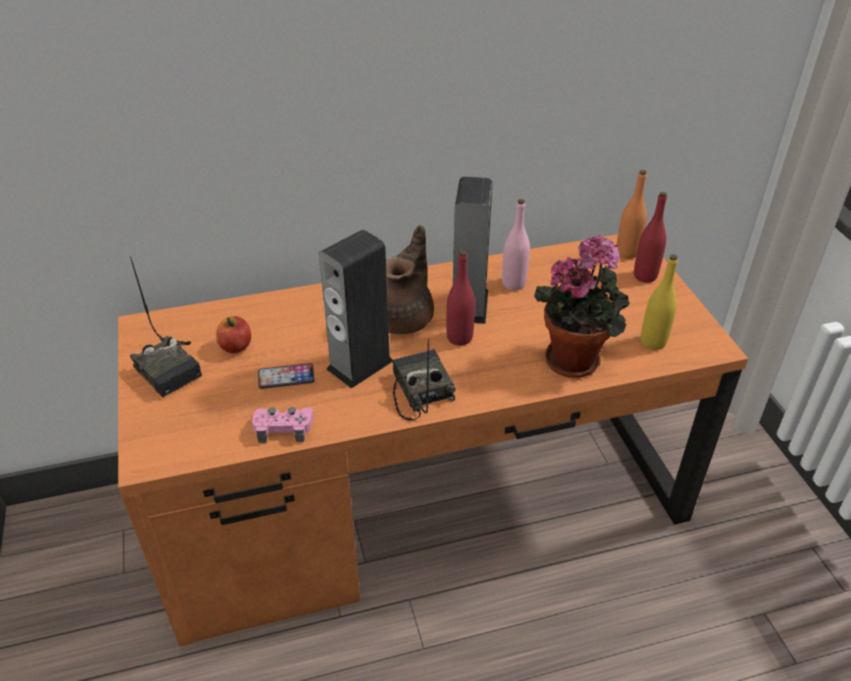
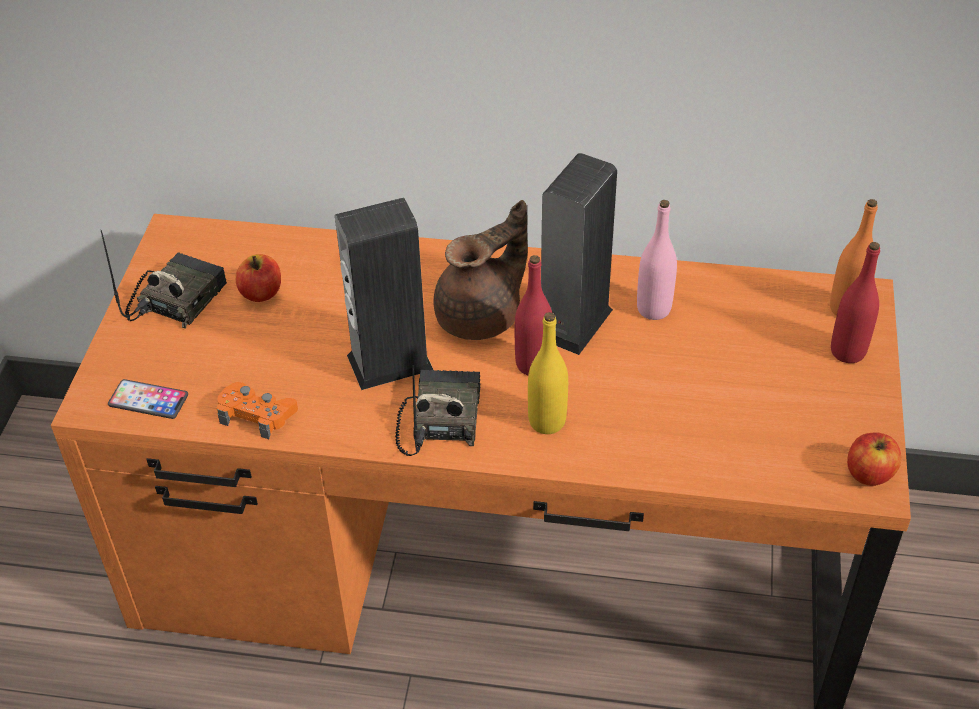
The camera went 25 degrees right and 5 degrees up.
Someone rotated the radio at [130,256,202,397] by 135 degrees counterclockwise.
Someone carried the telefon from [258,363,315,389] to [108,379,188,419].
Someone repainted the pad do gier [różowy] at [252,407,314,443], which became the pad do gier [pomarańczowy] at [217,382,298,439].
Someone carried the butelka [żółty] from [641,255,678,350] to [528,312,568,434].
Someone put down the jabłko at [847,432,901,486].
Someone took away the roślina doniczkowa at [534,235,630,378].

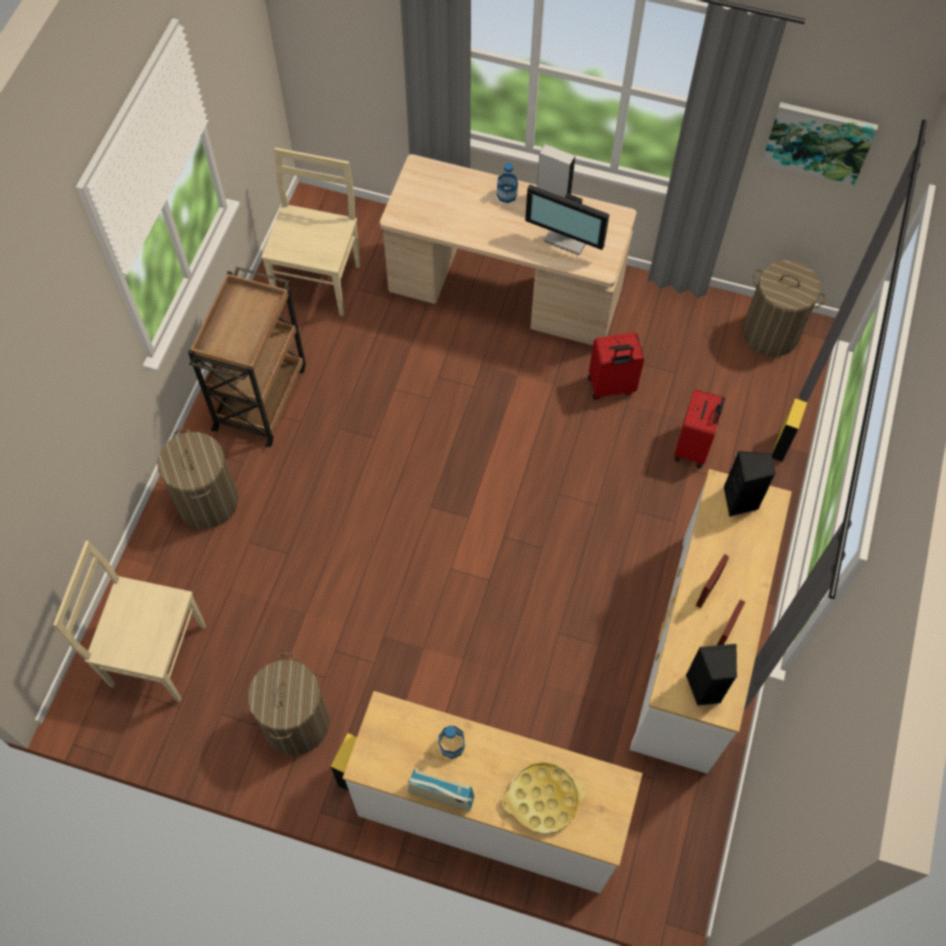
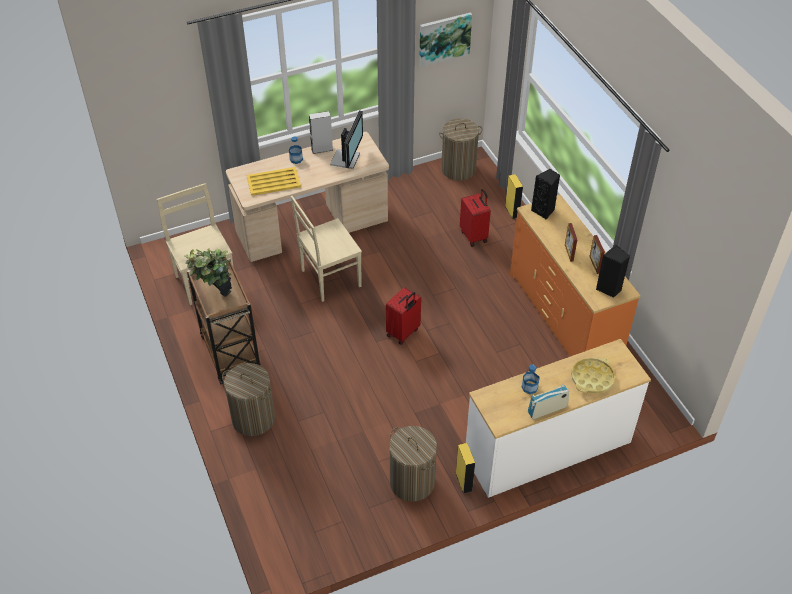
The camera went 40 degrees left and 15 degrees down.
Someone put down the roślina doniczkowa at [184,248,232,297].
Someone put down the taca [żółty] at [246,167,301,196].
Someone carried the krzesło [beżowy] from [53,541,206,702] to [291,196,362,302].
Someone rotated the monitor at [525,185,609,255] by 60 degrees counterclockwise.
Someone carried the walizka [czerwony] from [588,332,644,400] to [386,287,421,345].
Someone repainted the komoda [biały] at [630,469,792,773], which became the komoda [pomarańczowy] at [510,195,640,357].

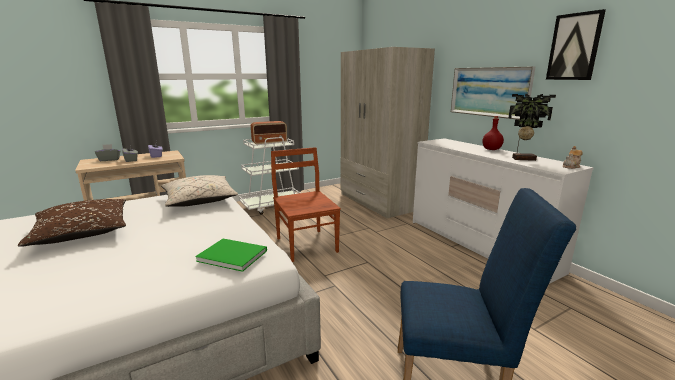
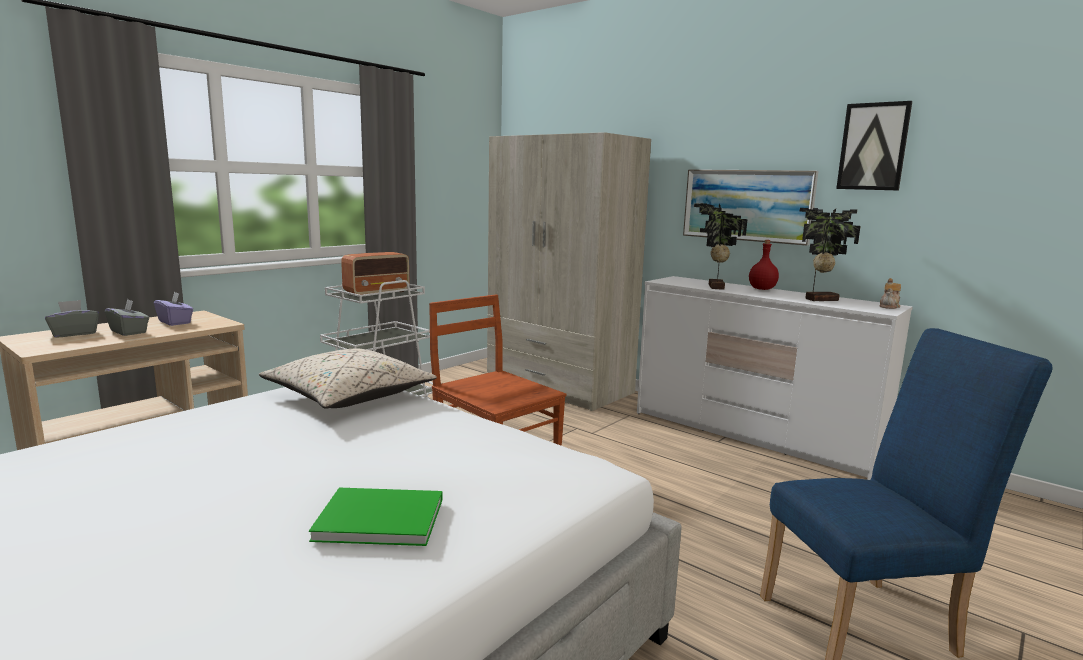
The camera went 20 degrees left and 5 degrees down.
Someone carried the książka [zielony] from [195,239,267,272] to [309,488,443,546].
Someone put down the roślina doniczkowa at [694,203,747,290].
Someone took away the poduszka [brązowy] at [18,199,126,247].

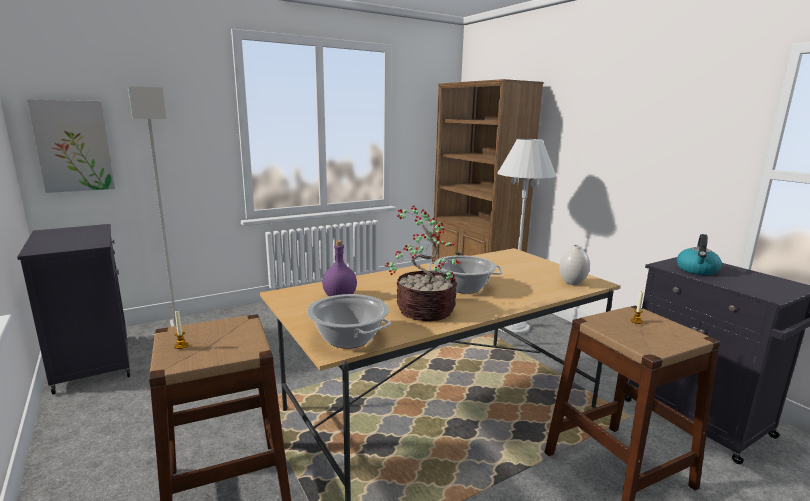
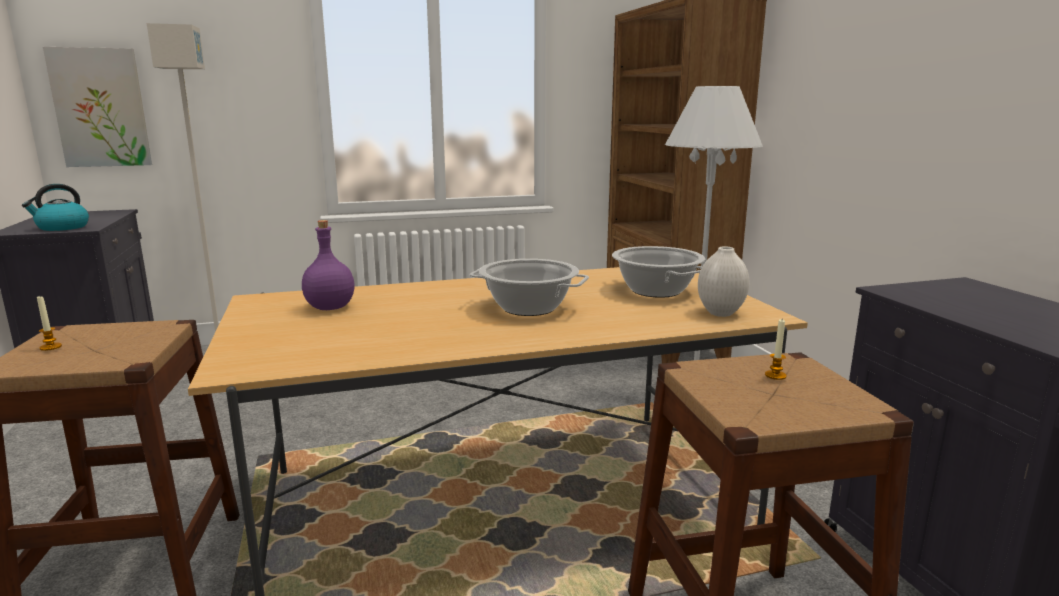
The camera went 15 degrees right and 0 degrees up.
Someone carried the czajnik from [677,234,722,275] to [22,184,89,231].
Someone carried the garnek from [307,294,391,349] to [612,246,705,298].
Someone took away the roślina doniczkowa at [384,205,460,321].

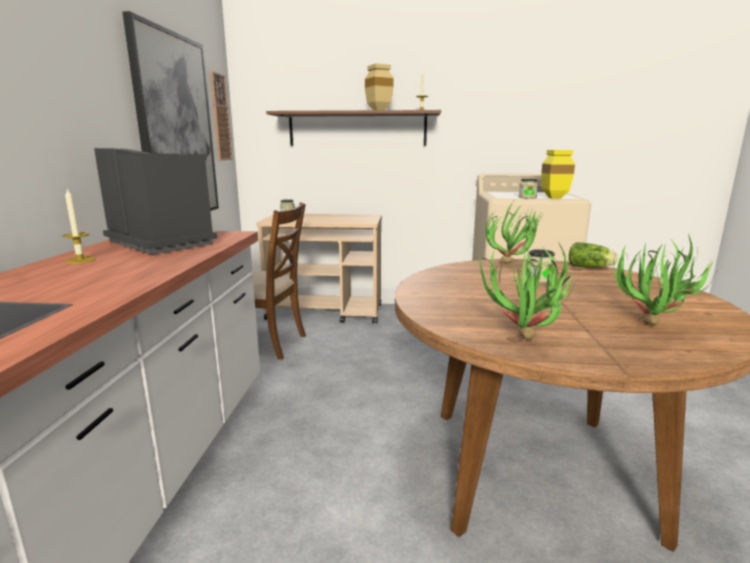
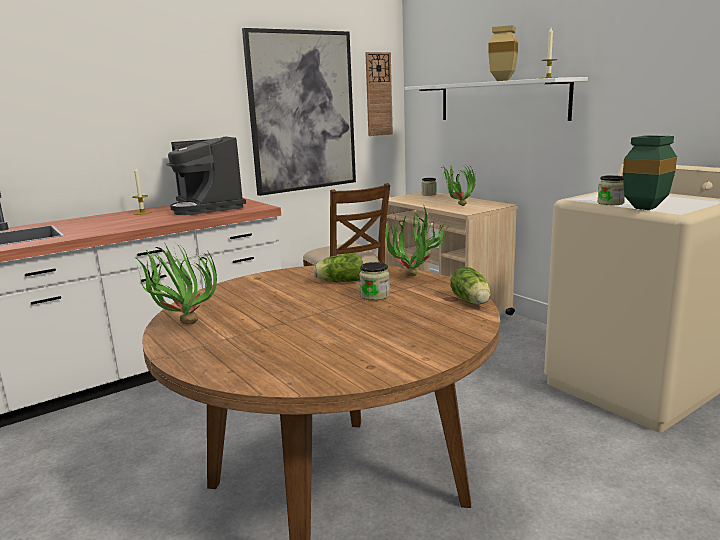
The camera went 50 degrees right and 0 degrees up.
Someone rotated the ekspres do kawy at [94,148,217,255] by 150 degrees clockwise.
Someone put down the sałata at [313,253,363,282].
Someone repainted the półka [brązowy] at [266,110,441,146], which became the półka [biały] at [405,77,588,121].
Someone carried the roślina doniczkowa from [613,236,716,325] to [441,163,476,206].
Someone repainted the wazon [żółty] at [541,150,575,199], which became the wazon [zielony] at [623,135,677,210].

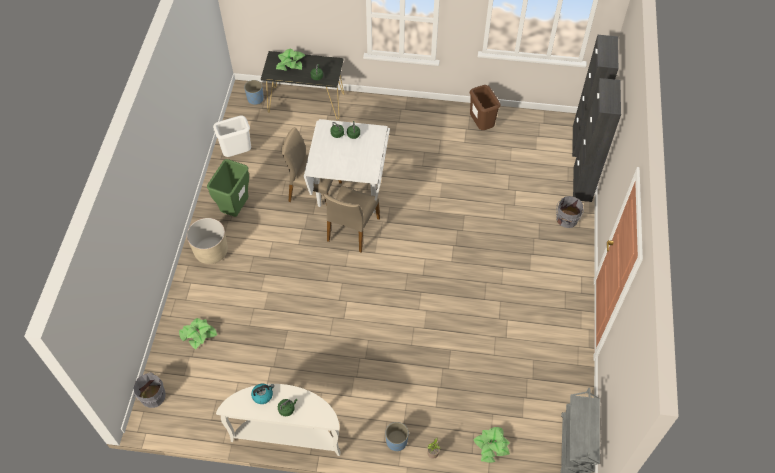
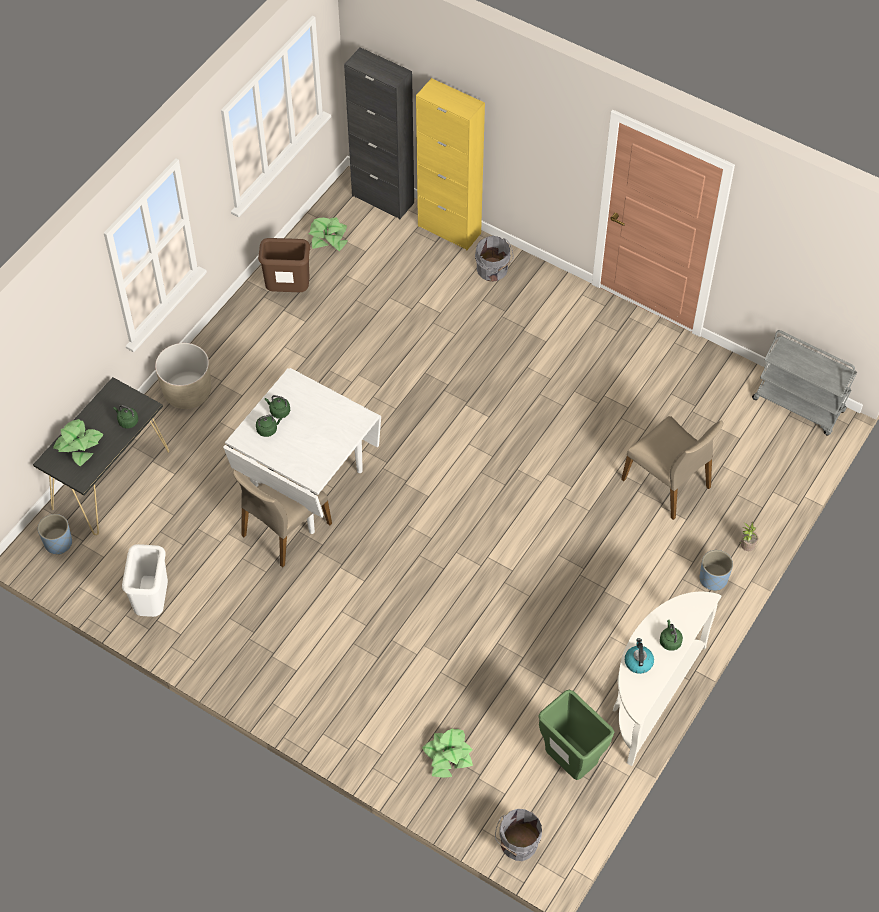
The camera went 65 degrees left and 0 degrees up.
Someone carried the donica [beżowy] from [187,218,228,264] to [155,343,211,409].
Someone carried the roślina doniczkowa from [474,427,510,463] to [309,217,348,251].
Someone repainted the szafka [czarny] at [573,78,621,202], which became the szafka [żółty] at [416,78,485,250].
Someone carried the kosz na śmieci [zielony] from [207,159,249,217] to [538,690,614,780].
Someone carried the krzesło [beżowy] from [324,186,380,252] to [621,416,723,520].

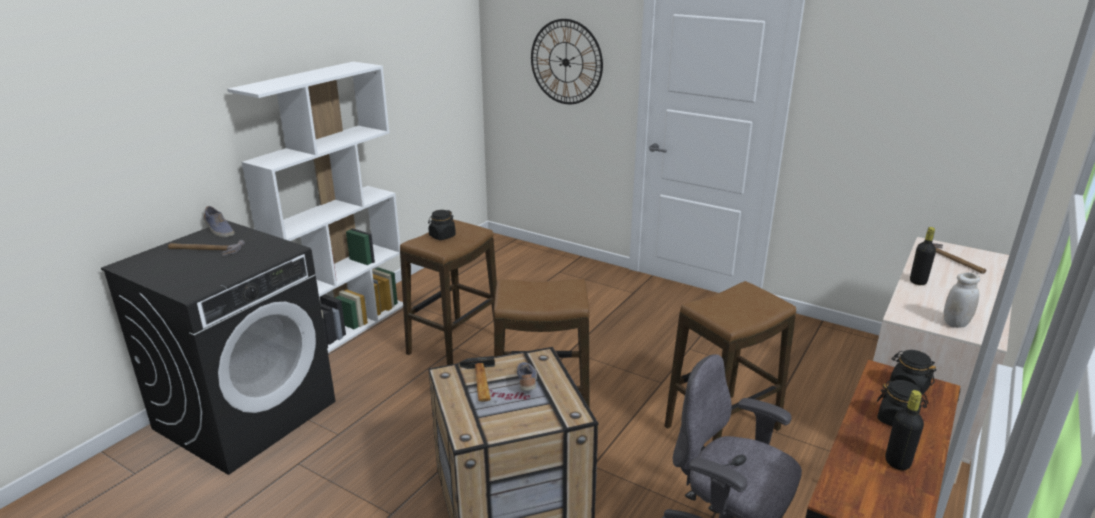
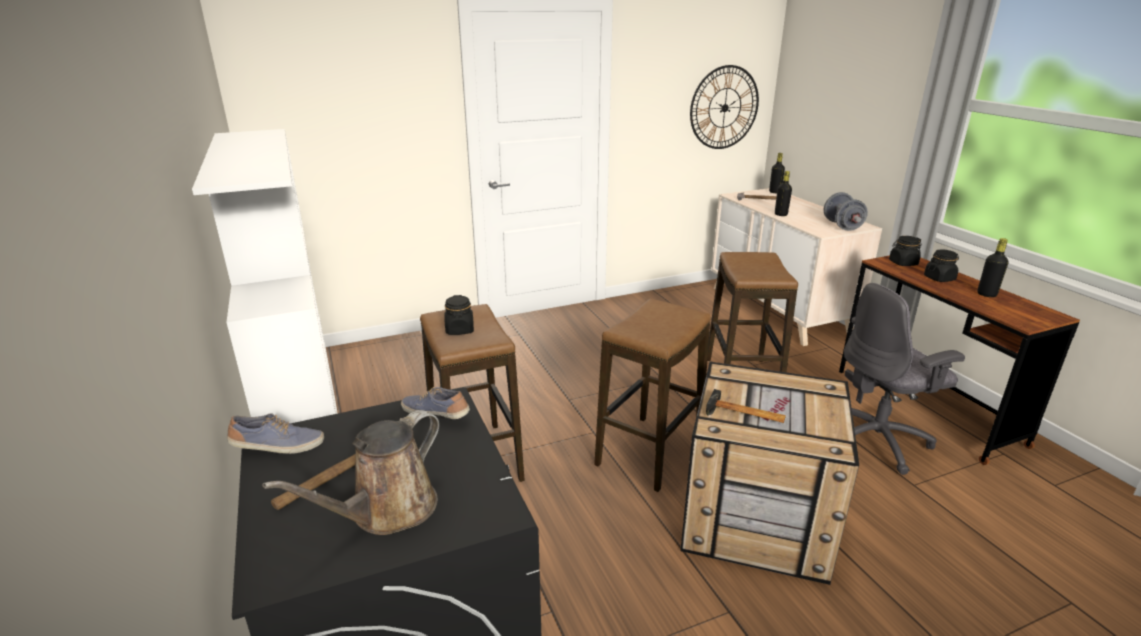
The camera went 55 degrees left and 0 degrees up.
Someone put down the konewka [brązowy] at [262,410,439,535].
Someone carried the but from [517,362,537,391] to [401,387,470,419].
Someone carried the zegar ścienny from [531,19,603,104] to [690,65,759,149].
Someone put down the butelka [czarny] at [769,153,785,193].
Someone swapped the słoik [biały] at [944,272,980,328] for the hantel [szary] at [824,192,868,231].

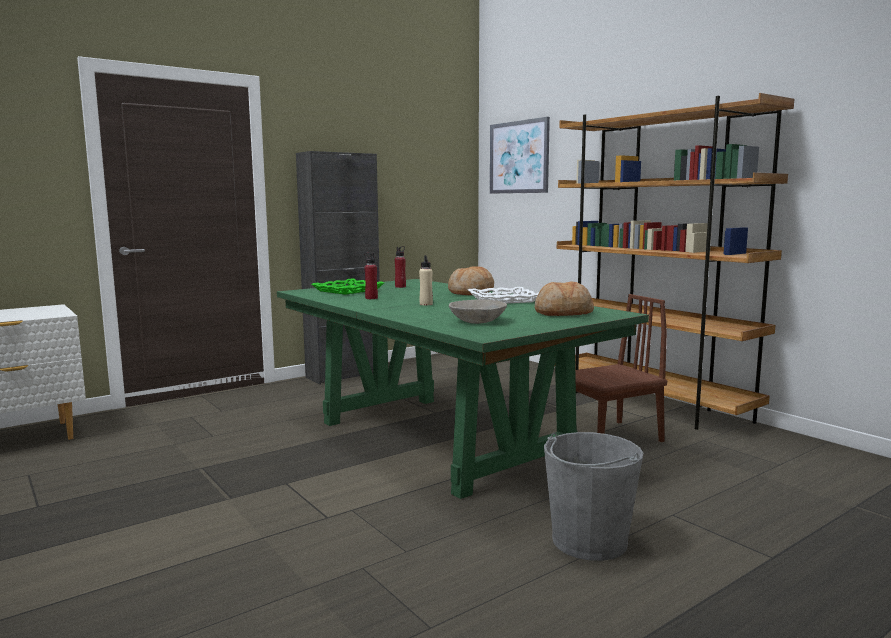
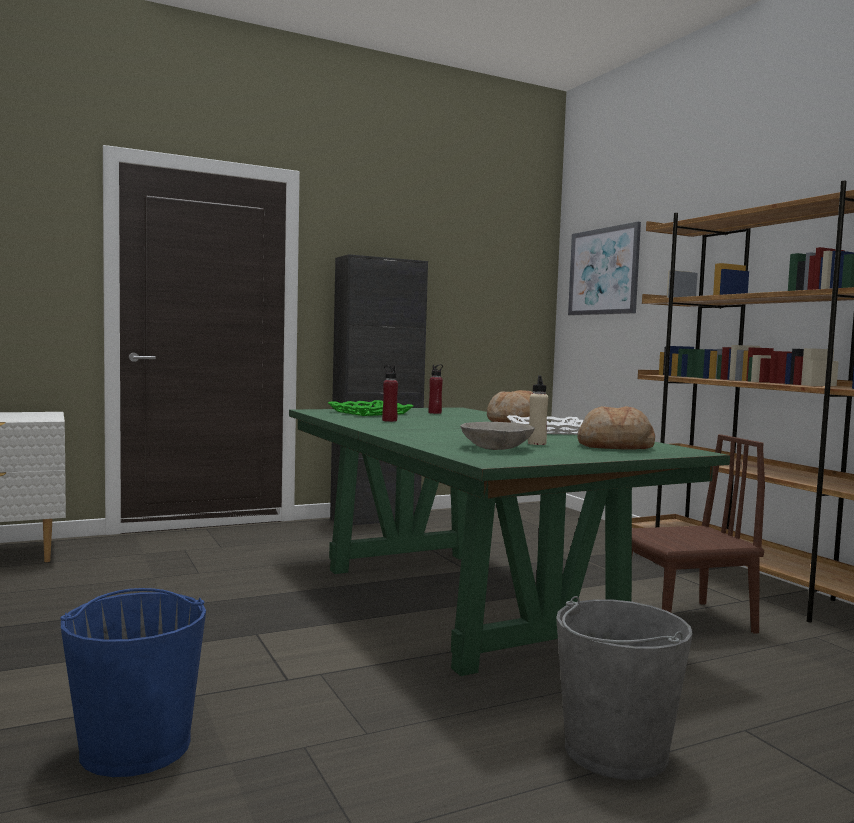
The camera went 10 degrees right and 5 degrees down.
Someone put down the wiadro [niebieski] at [60,588,206,777].
Someone carried the butelka [beżowy] from [419,255,433,305] to [528,375,548,445].

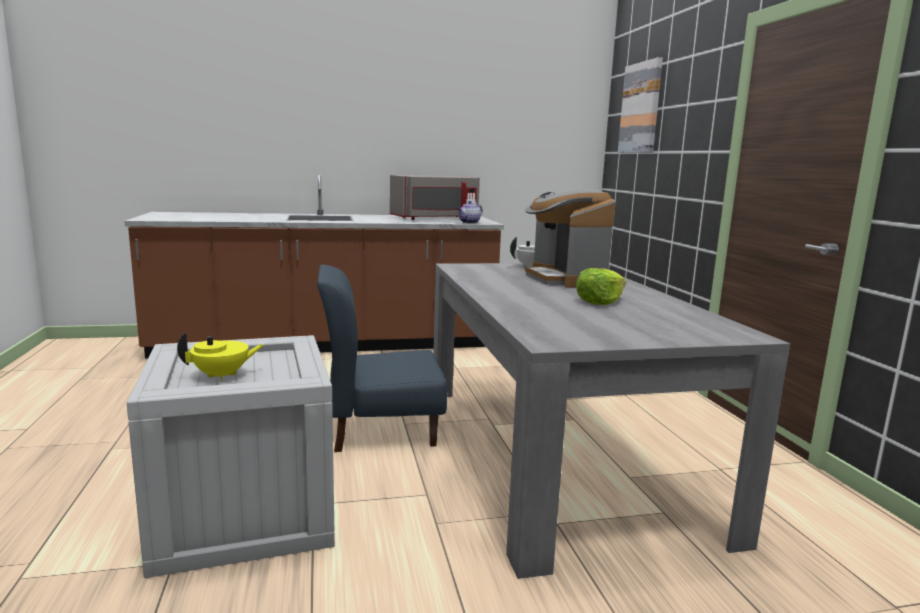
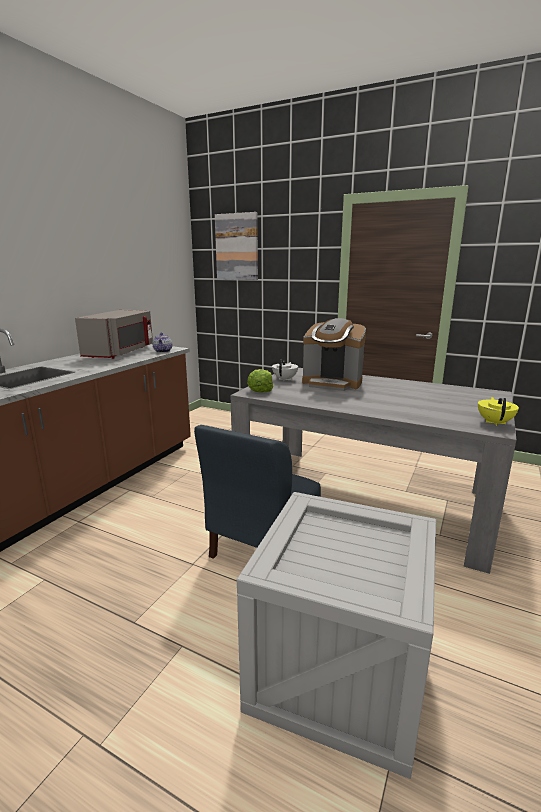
The camera went 50 degrees left and 5 degrees up.
Someone carried the sałata from [576,268,626,305] to [247,369,273,393].
Someone carried the imbryk [żółty] from [177,332,264,381] to [478,397,519,426].

